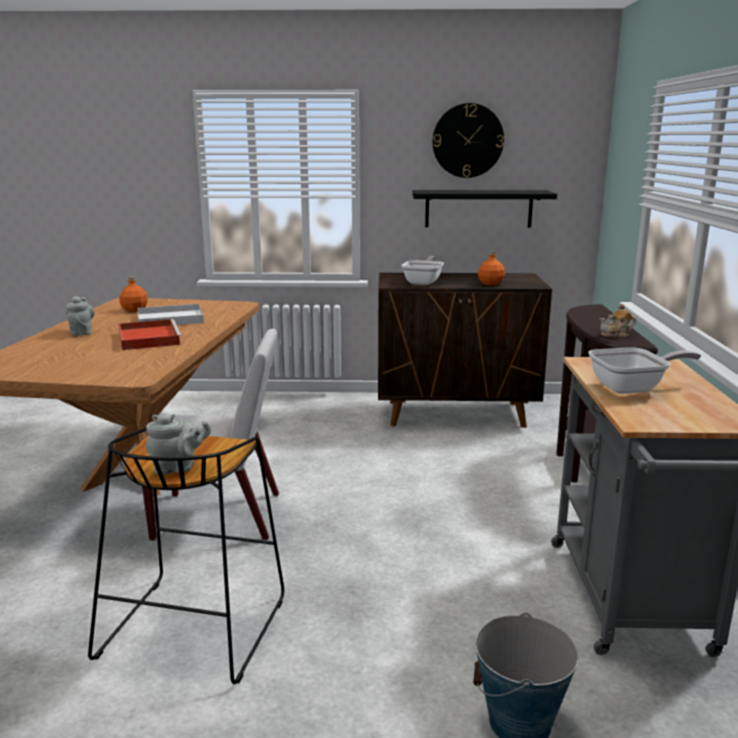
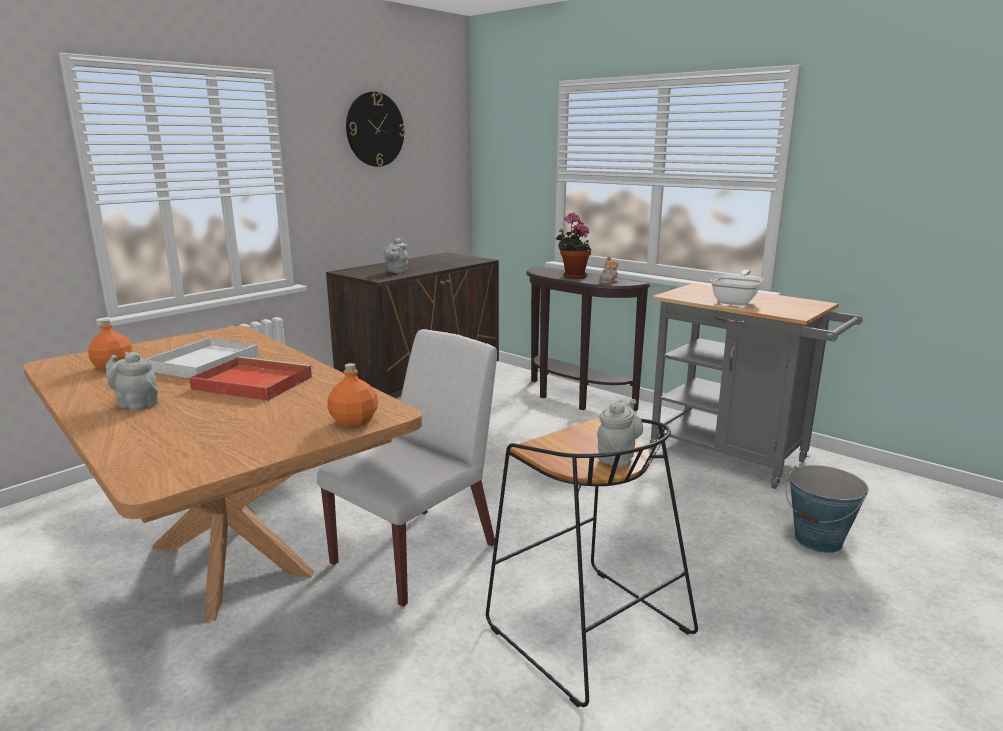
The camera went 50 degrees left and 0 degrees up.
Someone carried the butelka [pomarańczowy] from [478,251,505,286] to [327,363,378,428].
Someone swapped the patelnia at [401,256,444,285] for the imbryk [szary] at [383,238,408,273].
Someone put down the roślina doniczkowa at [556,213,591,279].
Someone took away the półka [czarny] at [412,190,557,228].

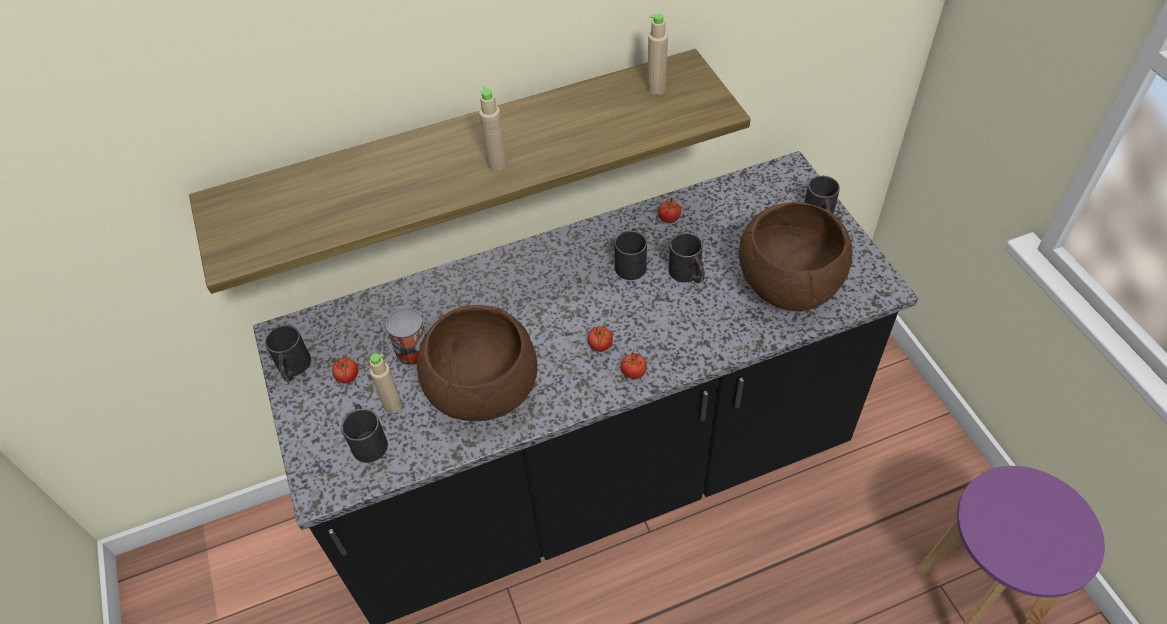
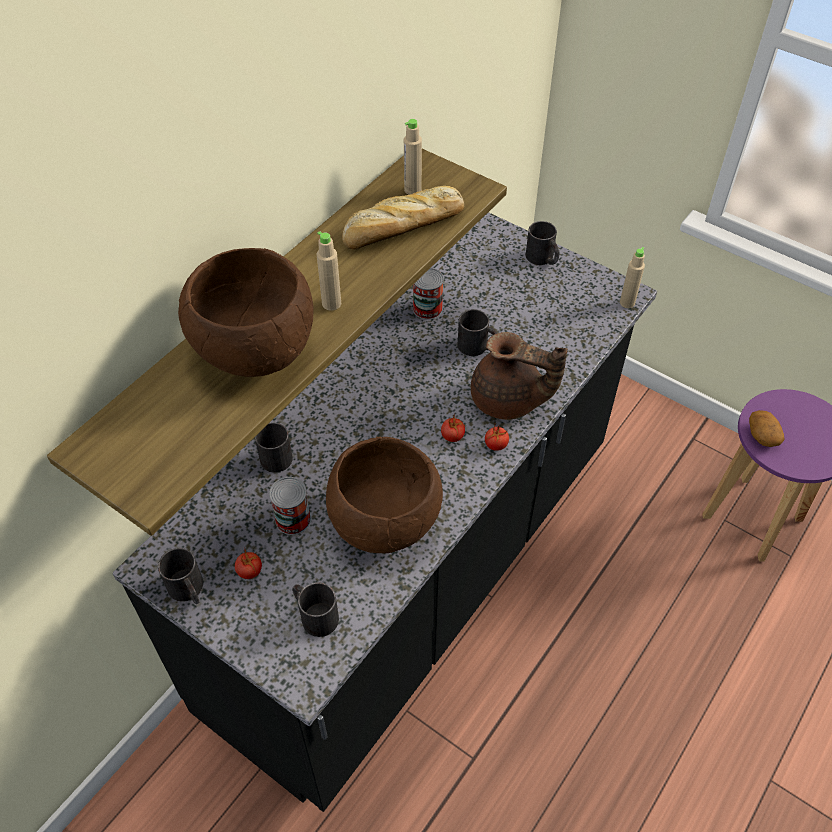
The camera went 35 degrees left and 0 degrees up.
Someone carried the miska [brązowy] from [739,202,853,311] to [178,248,314,377].
Someone carried the kubek [czarny] from [615,228,647,280] to [255,422,293,473].
Someone put down the chleb at [342,186,464,249].
Someone swapped the pomidor at [658,195,681,223] for the puszka at [413,268,444,320].
Someone put down the imbryk [brązowy] at [471,332,568,420].
Someone carried the butelka [beżowy] from [370,353,402,413] to [620,247,645,308].
Someone put down the ziemniak at [749,410,784,447].

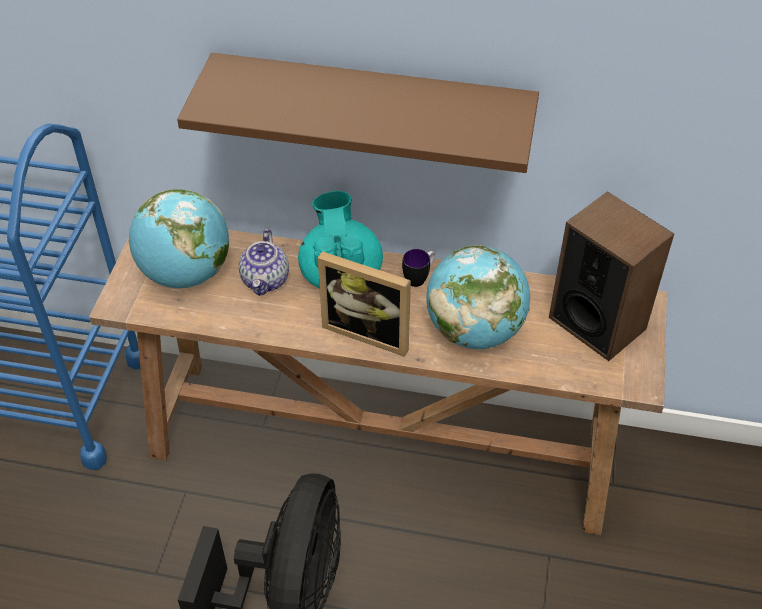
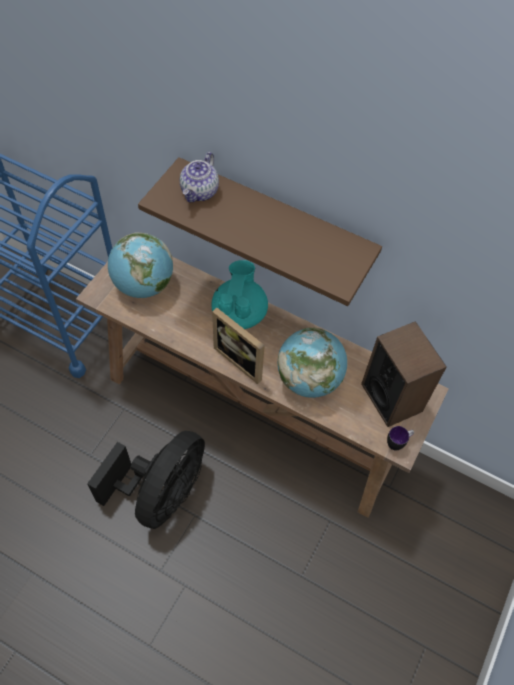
The camera went 15 degrees right and 10 degrees up.
Someone carried the imbryk from [239,229,289,296] to [180,152,219,202].
Someone carried the kubek from [402,249,435,287] to [387,426,414,450].

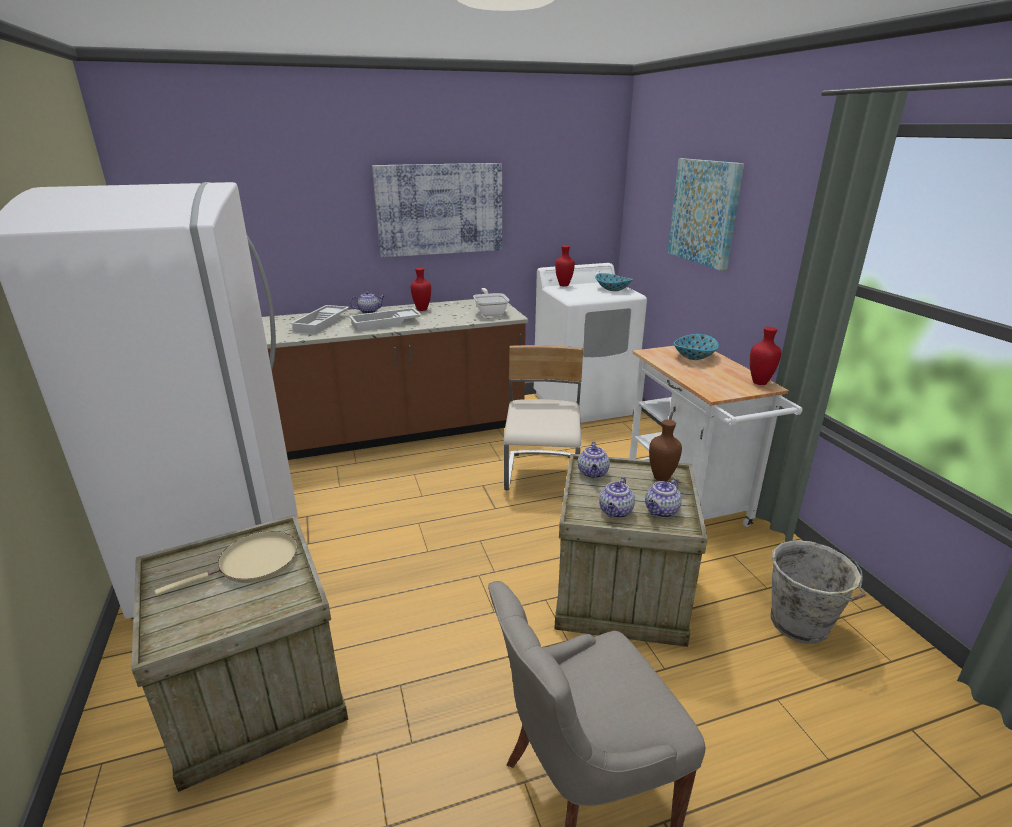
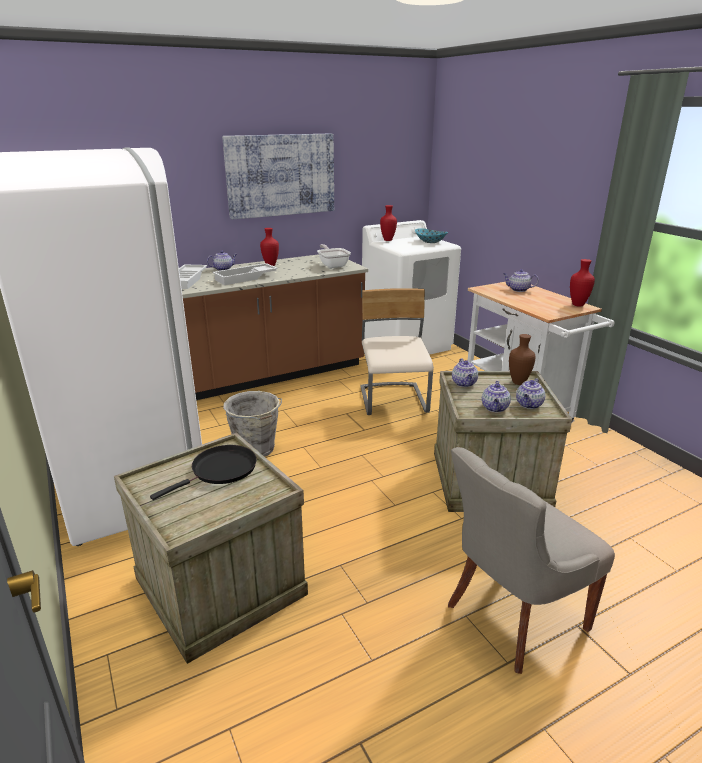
The camera went 10 degrees left and 0 degrees up.
Someone repainted the patelnia [beżowy] at [155,531,298,596], which became the patelnia [czarny] at [150,445,257,500].
Someone carried the wiadro [szary] from [771,540,866,644] to [223,391,282,457].
Someone swapped the miska at [674,334,719,360] for the imbryk at [503,269,539,292].
Someone took away the obraz at [668,158,744,271].

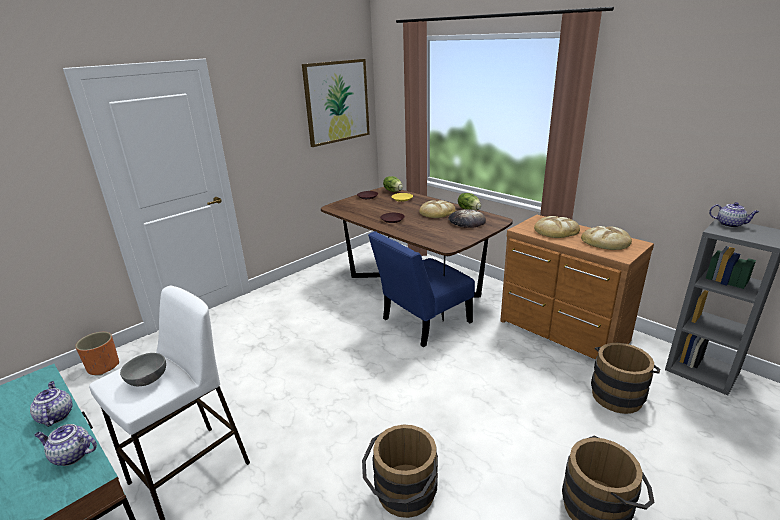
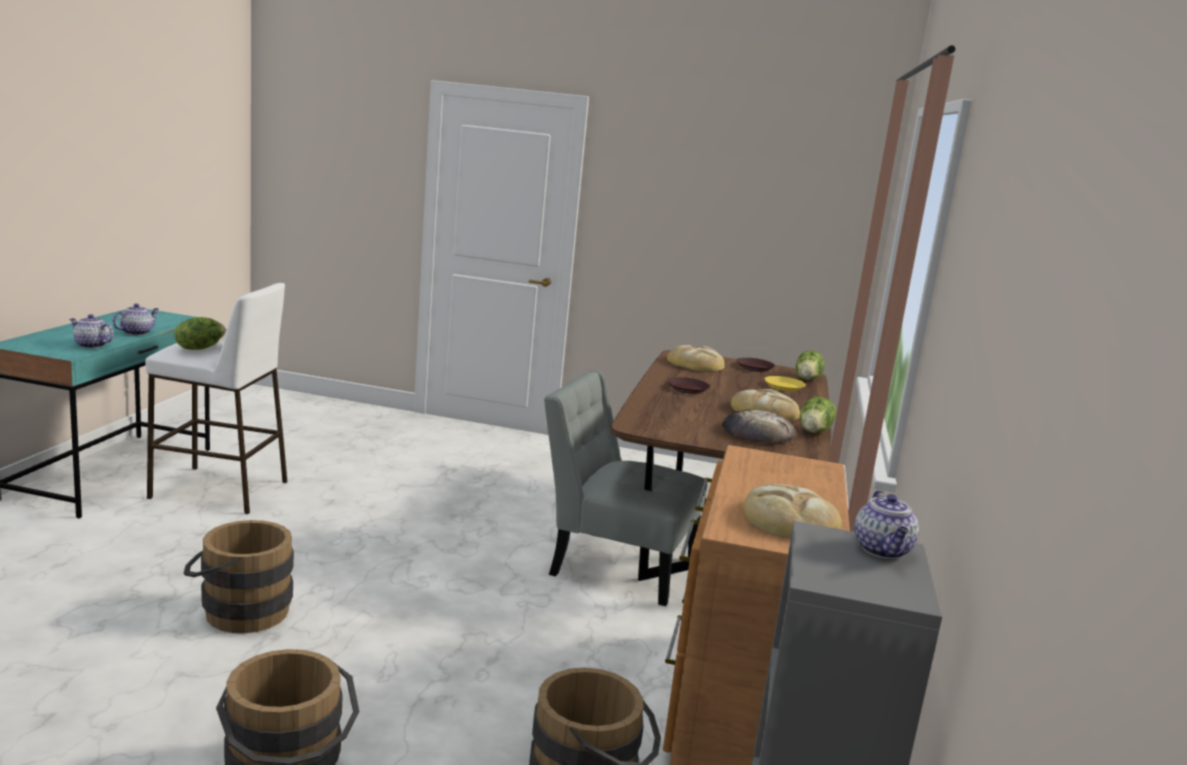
The camera went 55 degrees right and 10 degrees down.
Someone rotated the imbryk at [34,424,97,466] by 45 degrees counterclockwise.
Someone swapped the miska [szary] at [120,353,166,386] for the sałata at [175,317,225,350].
Someone repainted the krzesło [niebieski] at [368,231,475,347], which became the krzesło [szary] at [544,371,707,606].
Someone carried the chleb from [534,216,580,238] to [667,345,725,372].
Someone took away the donica [pomarańczowy] at [75,332,119,376].
Someone took away the obraz at [302,59,370,147].

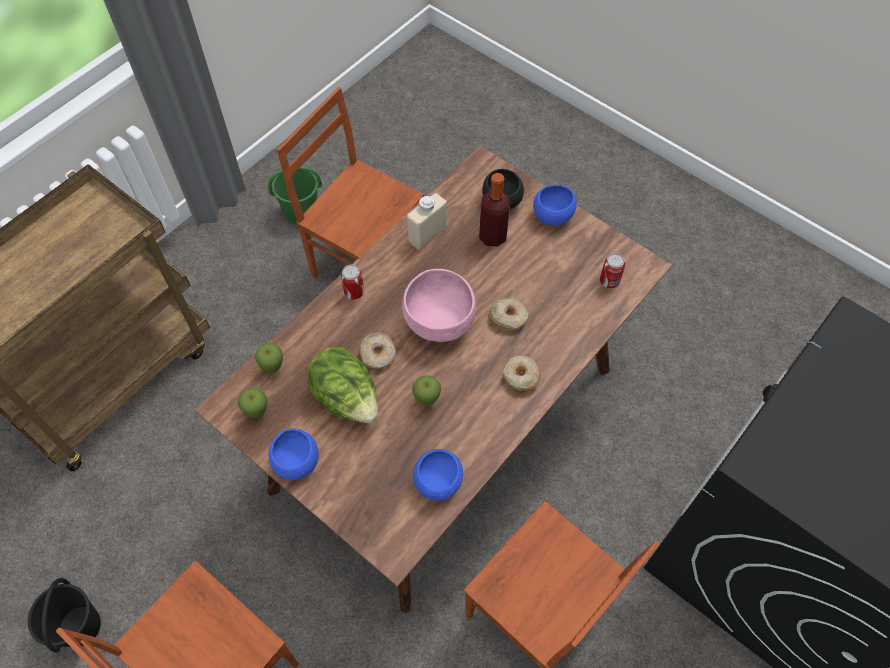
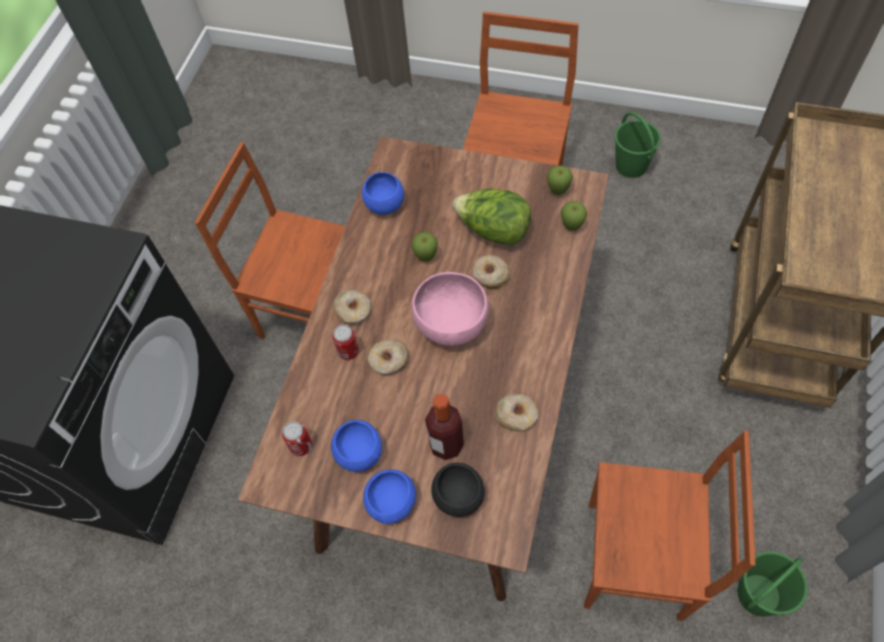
The camera went 160 degrees right and 0 degrees up.
Someone carried the miska [niebieski] from [268,428,319,480] to [331,420,382,472].
Someone carried the puszka from [341,265,364,300] to [332,325,359,360].
Someone swapped the butelka [beżowy] at [407,193,447,250] for the donut at [495,394,538,432].
Someone repainted the wiadro [czarny] at [28,578,101,653], which became the wiadro [zielony] at [615,111,661,178].

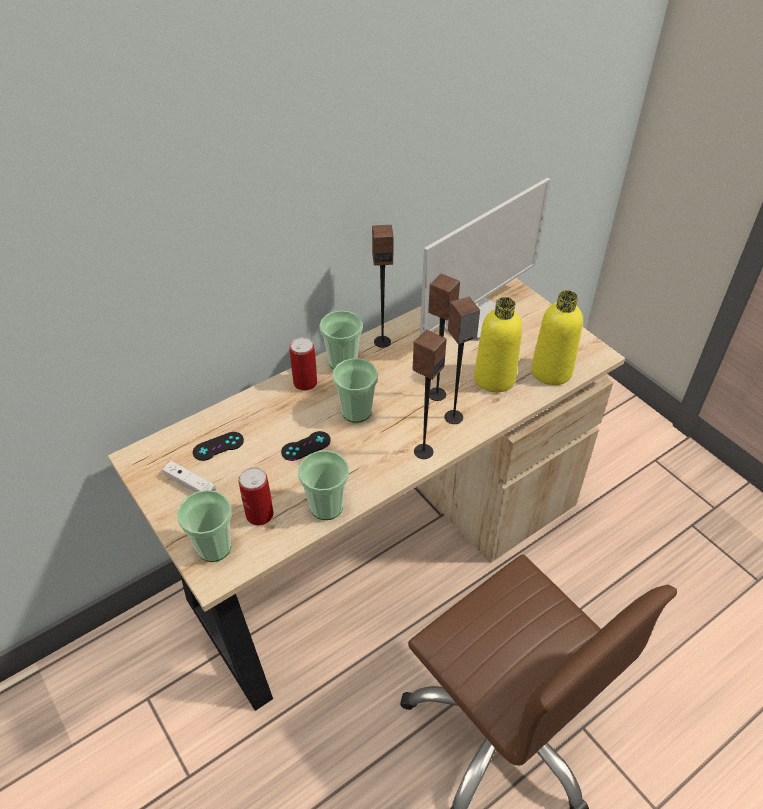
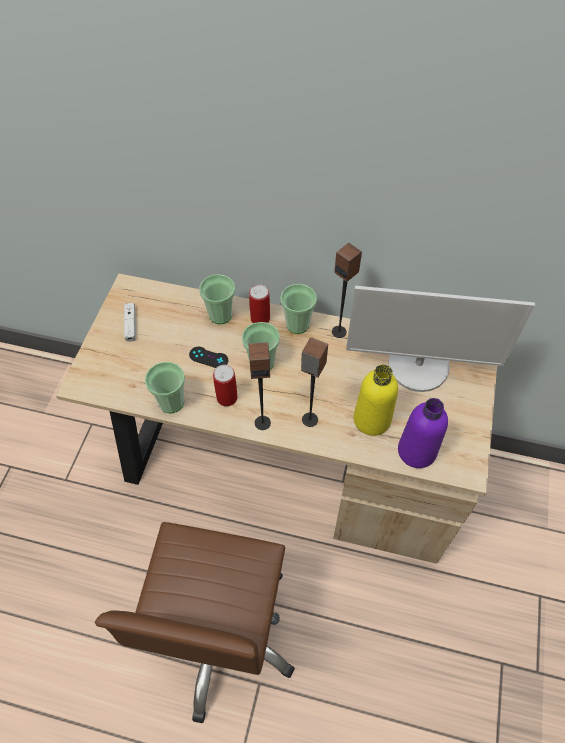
The camera went 50 degrees right and 10 degrees up.
Someone carried the filiżanka from [177,490,232,562] to [199,274,235,324].
Someone carried the puszka from [239,467,273,525] to [213,365,238,406].
Someone repainted the butelka [żółty] at [531,290,583,385], which became the butelka [fioletowy] at [398,398,448,468].
Someone took away the pad do gier [czarny] at [193,432,244,461].
Someone took away the głośnik at [428,274,460,401].

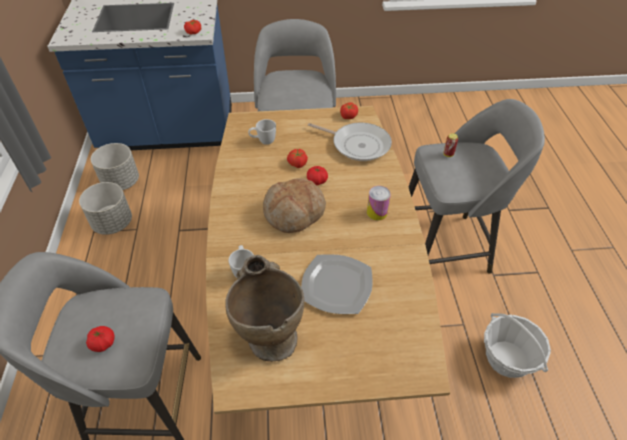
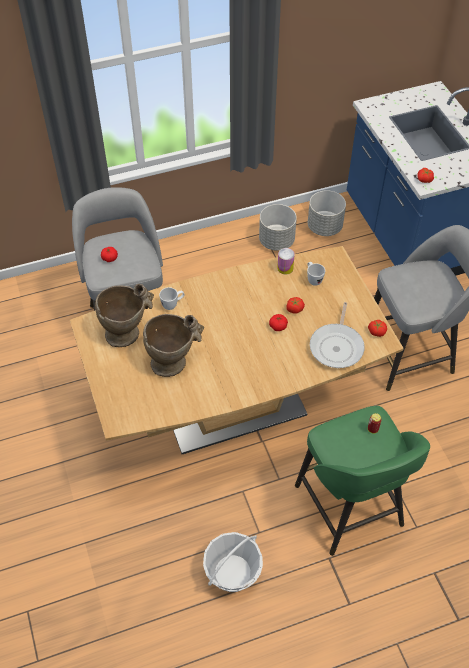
The camera went 75 degrees right and 5 degrees up.
Someone swapped the talerz at [301,254,373,314] for the wazon [beżowy] at [143,314,204,377].
Someone carried the puszka from [367,186,391,220] to [277,248,295,274].
Someone repainted the stołek [szary] at [409,99,545,274], which became the stołek [zielony] at [295,406,430,556].
Someone took away the chleb at [263,178,326,233].

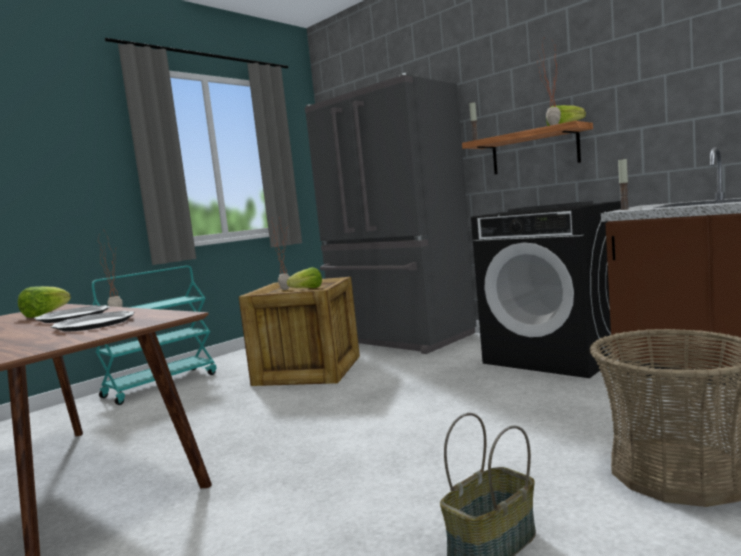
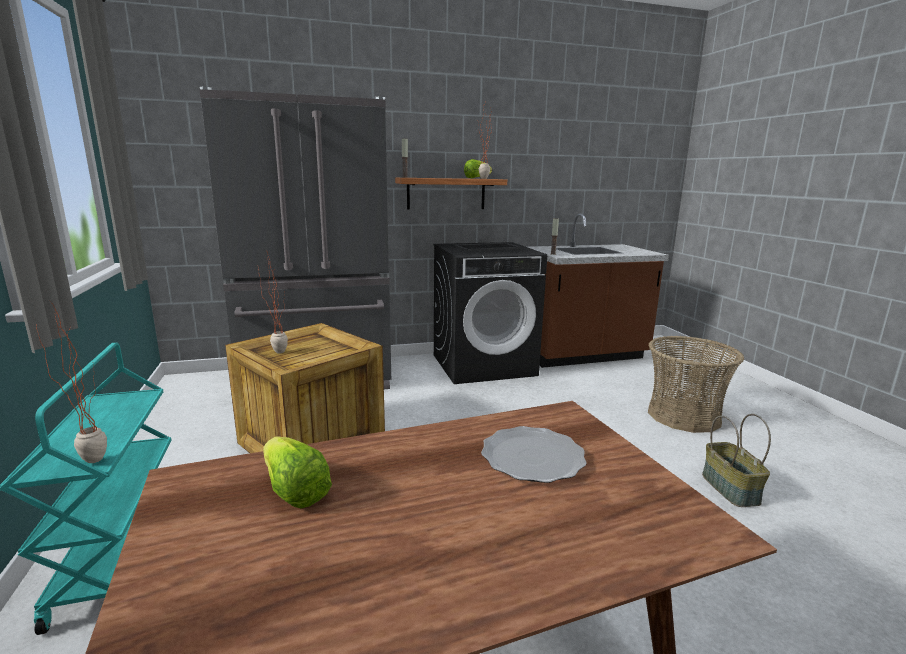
The camera went 60 degrees left and 10 degrees up.
Someone took away the talerz at [34,305,110,323].
Someone took away the sałata at [287,267,322,288].

